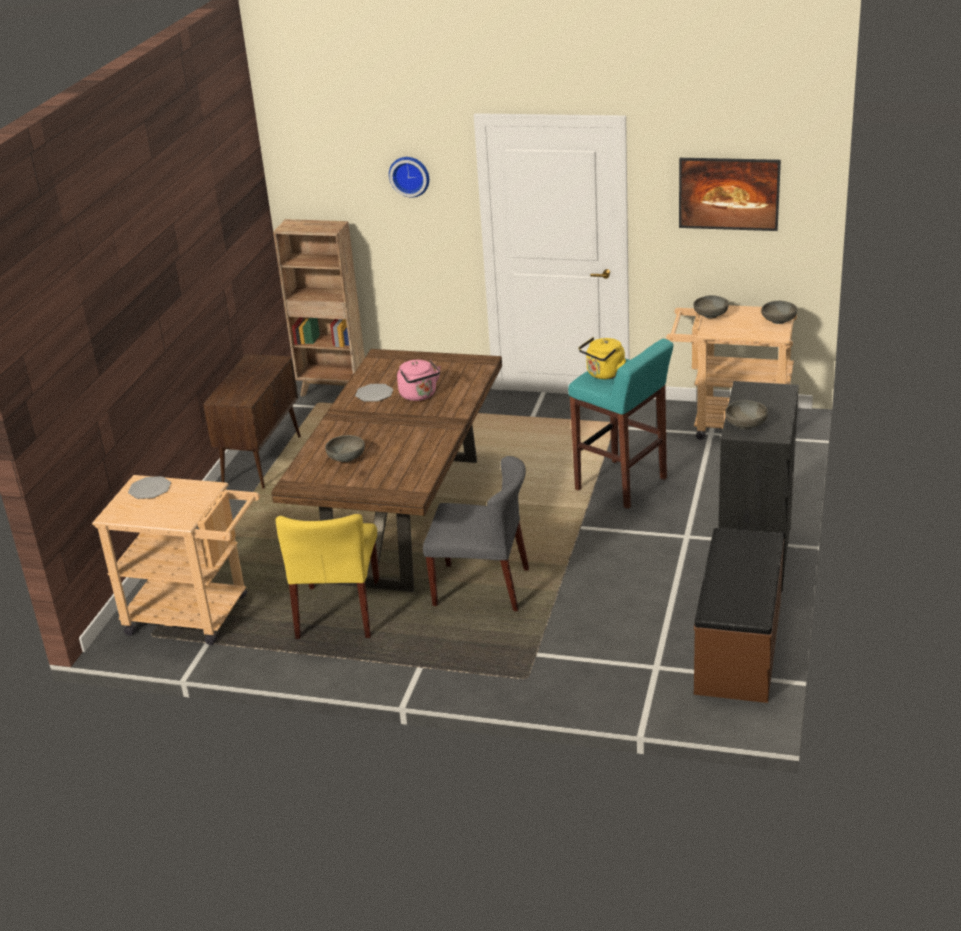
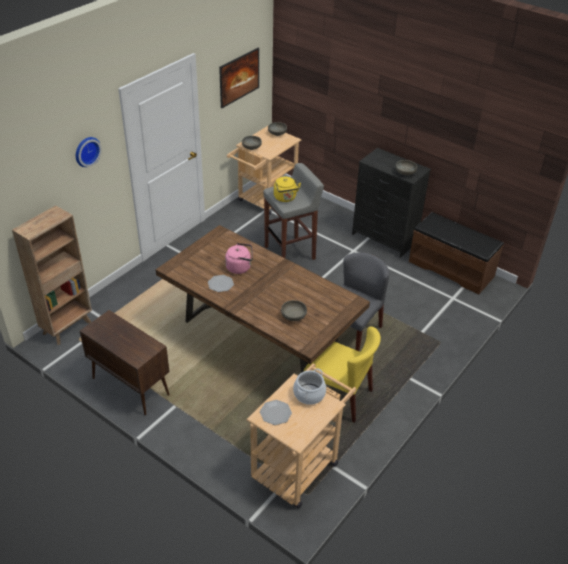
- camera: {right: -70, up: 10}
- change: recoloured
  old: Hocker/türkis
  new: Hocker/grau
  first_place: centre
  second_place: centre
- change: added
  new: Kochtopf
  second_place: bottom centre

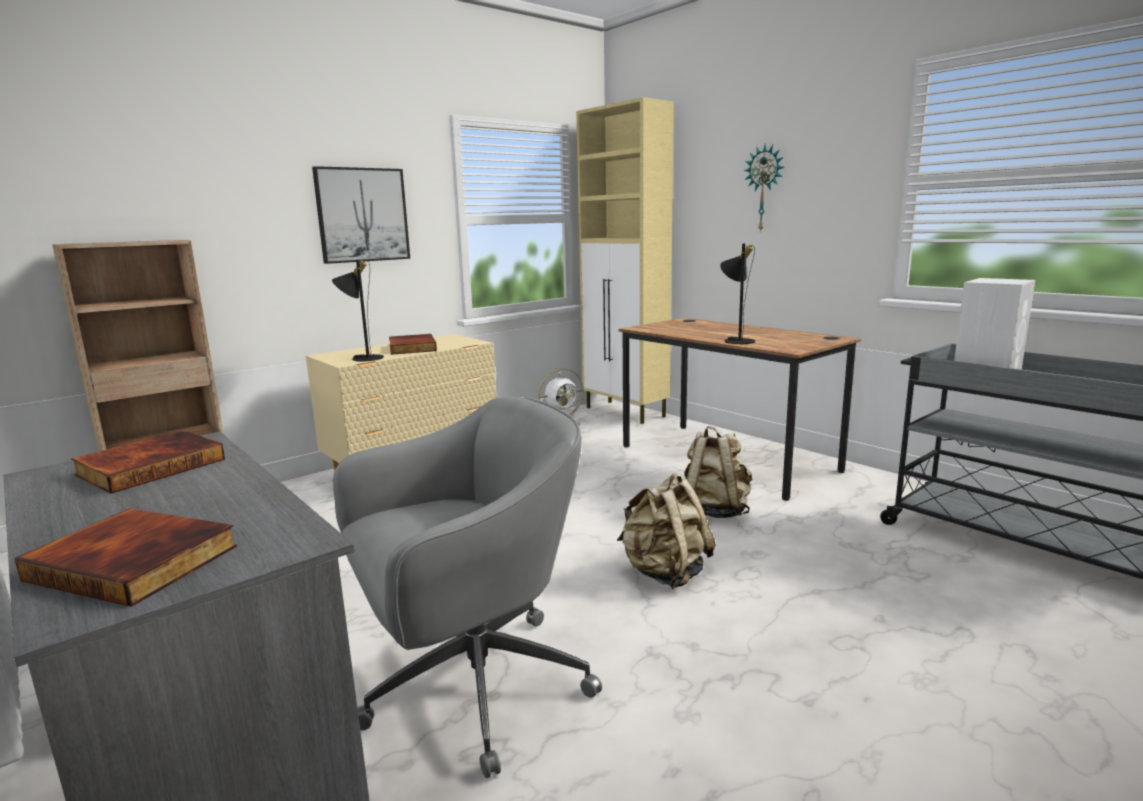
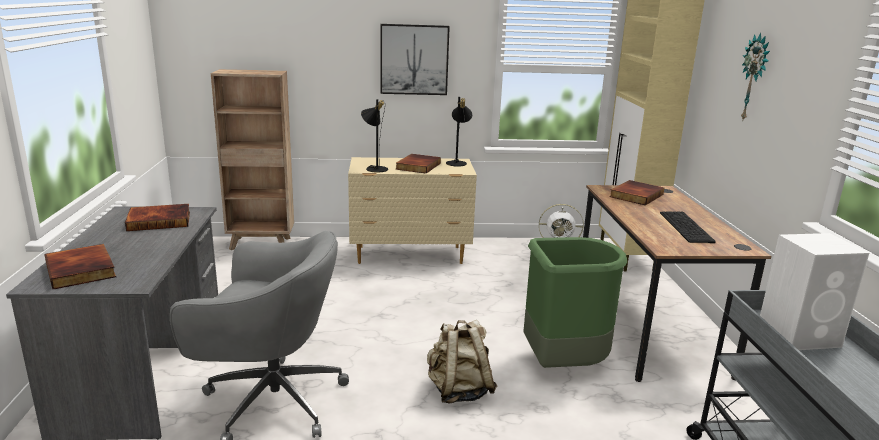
- camera: {right: 35, up: 5}
- change: replaced
  old: Rucksack/beige (2nd from left)
  new: Mülleimer/grün
  first_place: centre
  second_place: bottom centre
- change: moved
  old: Tischlampe/schwarz (2nd from left)
  first_place: centre
  second_place: top centre
- change: added
  new: Buch (4th from left)
  second_place: middle right
- change: added
  new: Tastatur
  second_place: middle right

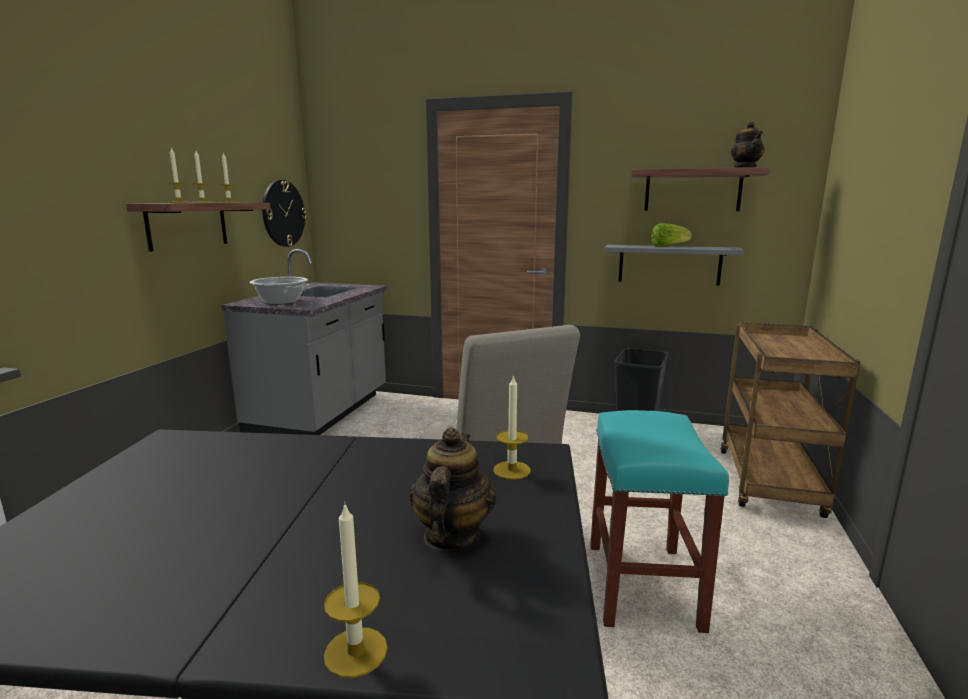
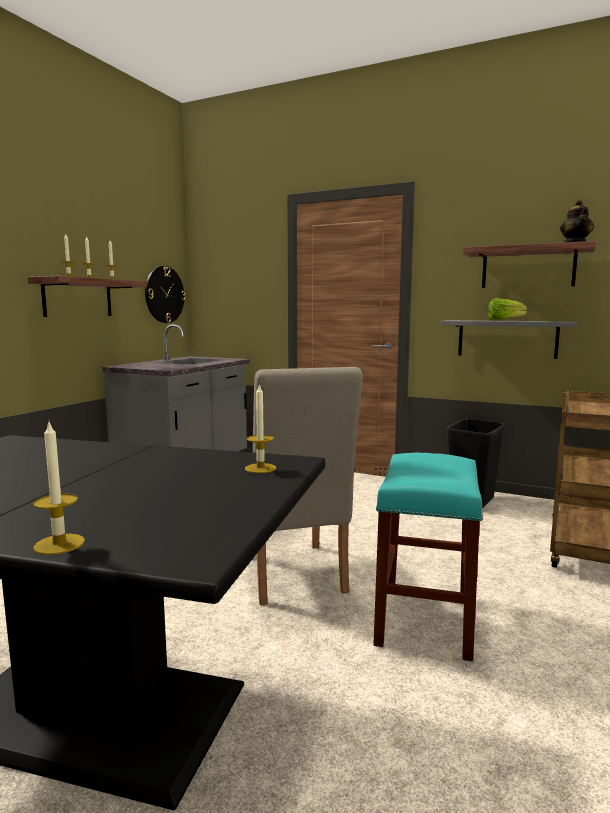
- camera: {right: 10, up: -5}
- change: removed
  old: Kochtopf
  first_place: middle left
- change: removed
  old: Teekanne (1st from left)
  first_place: bottom centre

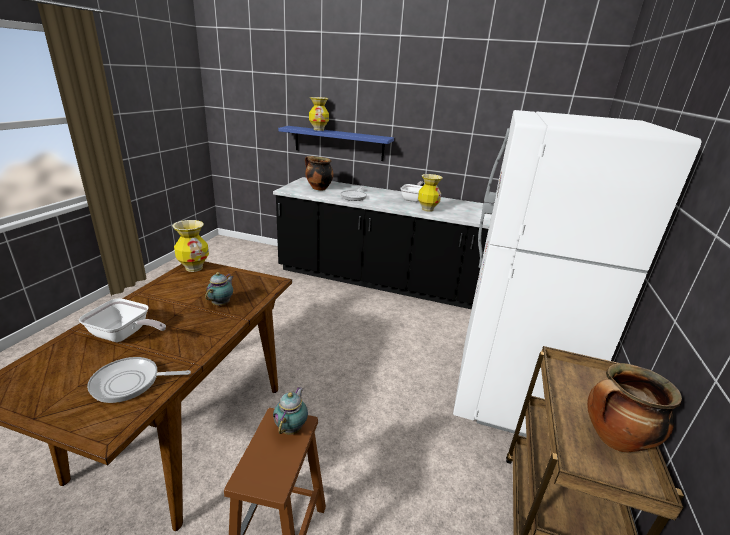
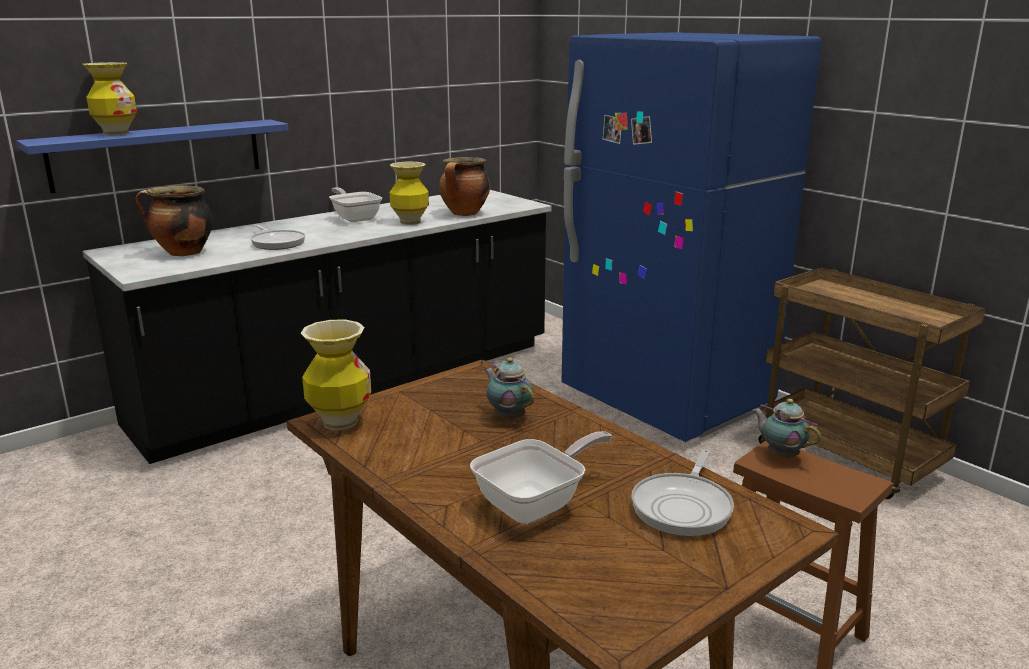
- camera: {right: -55, up: -5}
- change: recoloured
  old: Kühlschrank/weiß
  new: Kühlschrank/blau
  first_place: middle right
  second_place: middle right
- change: moved
  old: Kochtopf (2nd from left)
  first_place: bottom right
  second_place: top centre

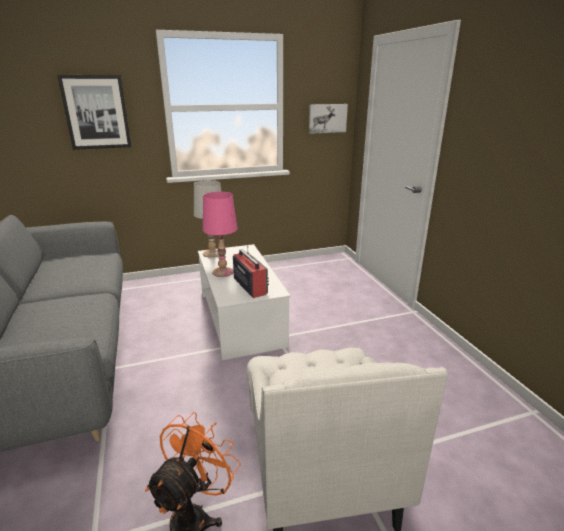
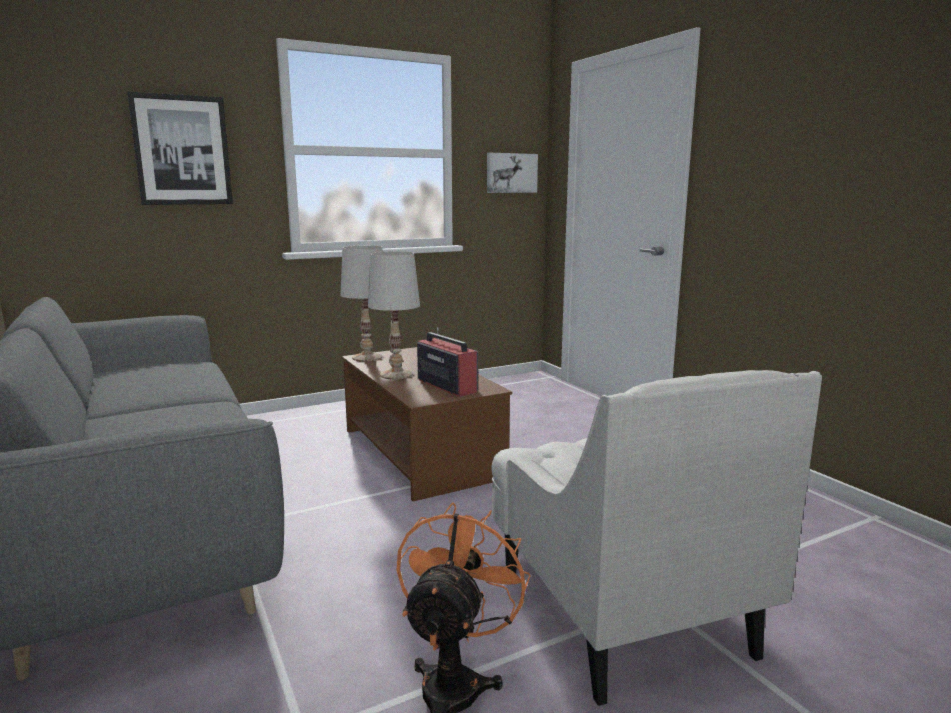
- camera: {right: -10, up: -10}
- change: recoloured
  old: Couchtisch/weiß
  new: Couchtisch/braun
  first_place: centre
  second_place: centre
- change: recoloured
  old: Tischlampe/rosa
  new: Tischlampe/weiß (2nd from left)
  first_place: centre
  second_place: centre

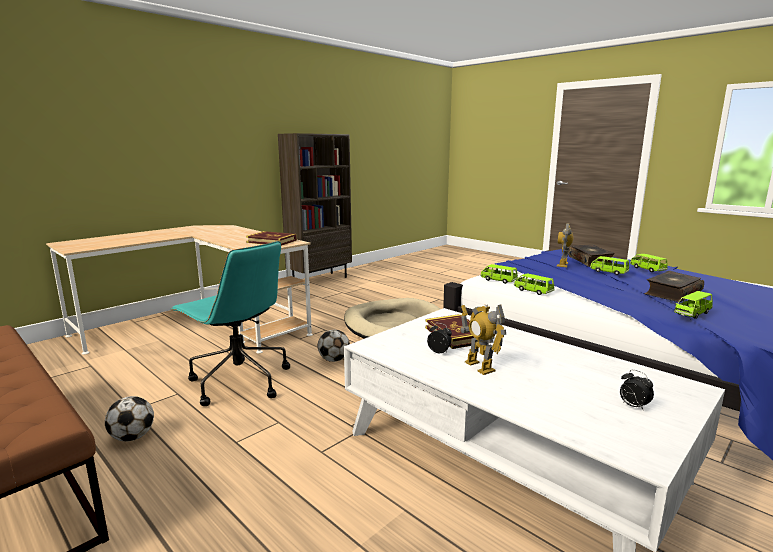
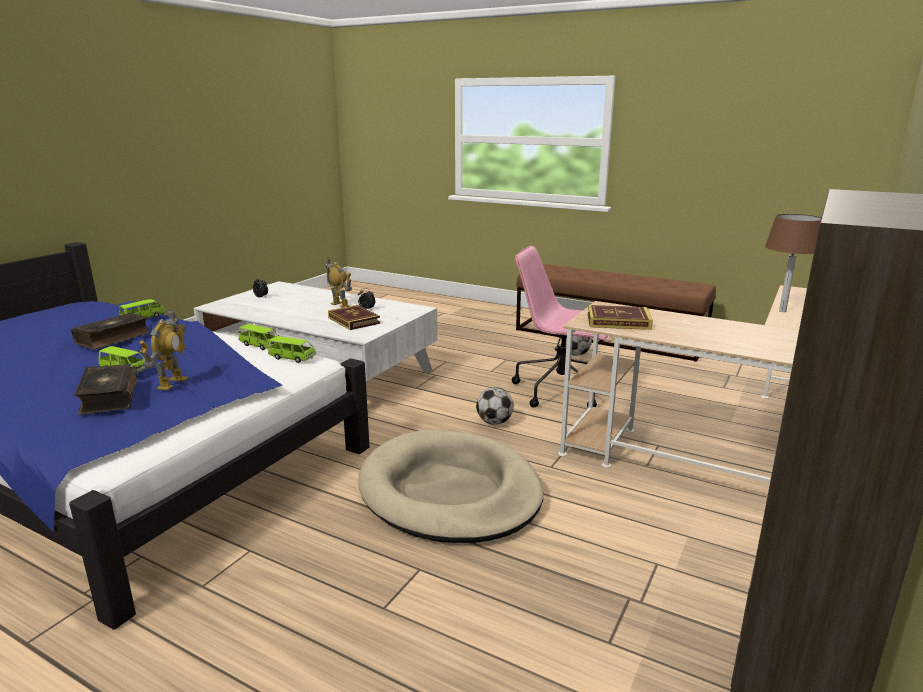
- camera: {right: 165, up: 5}
- change: recoloured
  old: Bürostuhl/türkis
  new: Bürostuhl/rosa
  first_place: middle left
  second_place: centre
- change: removed
  old: Spielzeugauto/grün (4th from left)
  first_place: middle right
- change: added
  new: Tischlampe/braun
  second_place: middle right

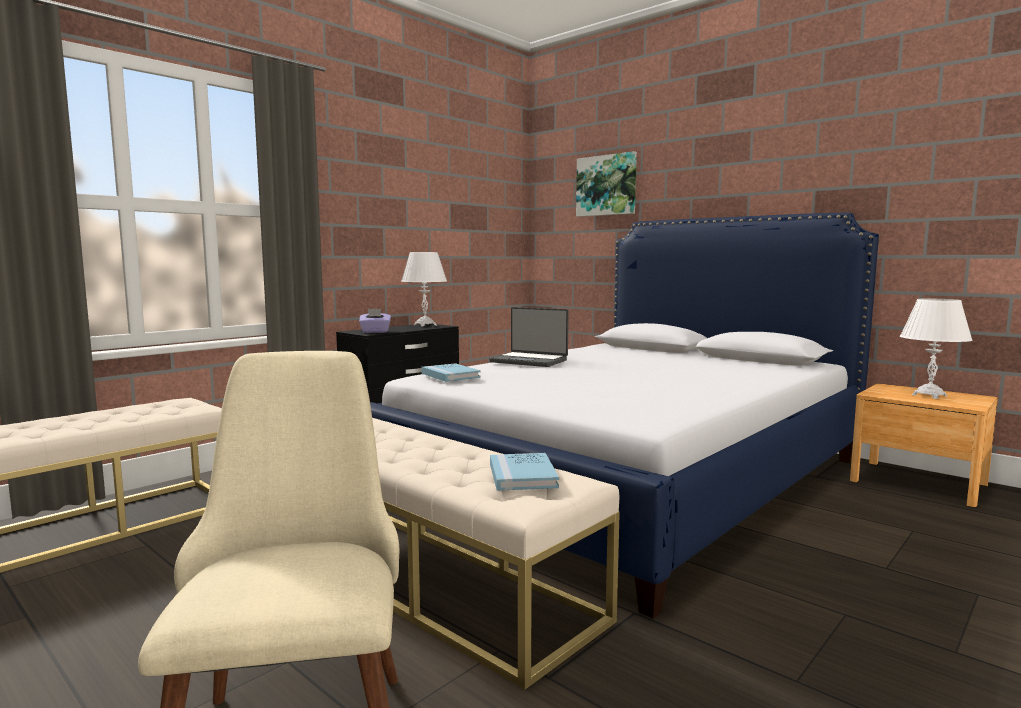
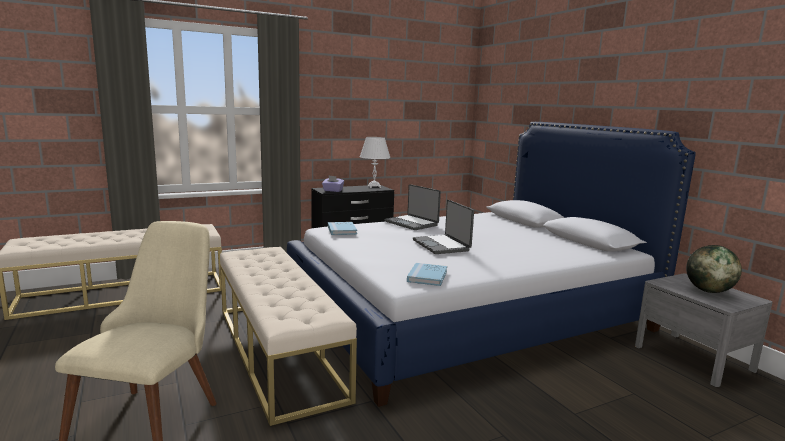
- camera: {right: 20, up: 5}
- change: moved
  old: Buch/blau (2nd from left)
  first_place: bottom centre
  second_place: centre
- change: removed
  old: Bild
  first_place: top centre
- change: recoloured
  old: Nachttisch/braun
  new: Nachttisch/grau
  first_place: middle right
  second_place: bottom right
- change: replaced
  old: Tischlampe/weiß (2nd from left)
  new: Globus
  first_place: middle right
  second_place: middle right
- change: added
  new: Laptop (2nd from left)
  second_place: centre

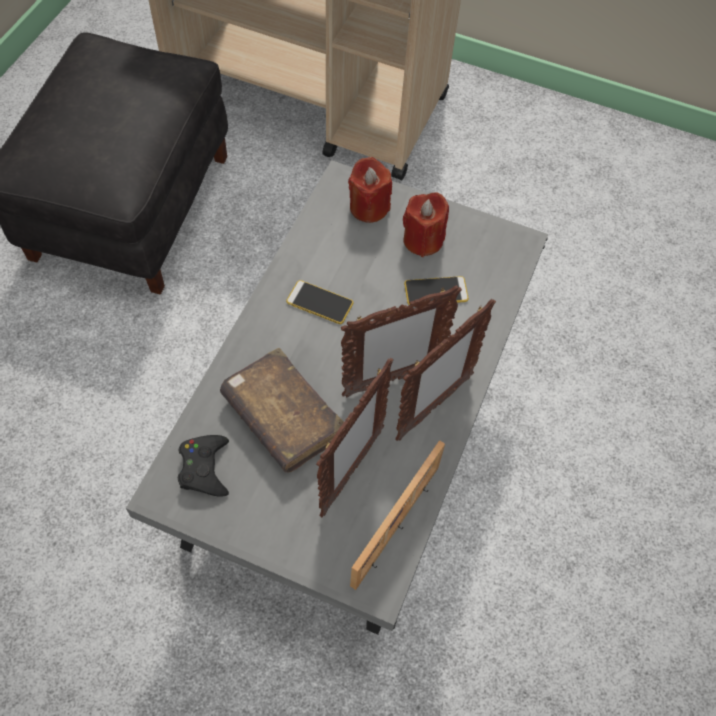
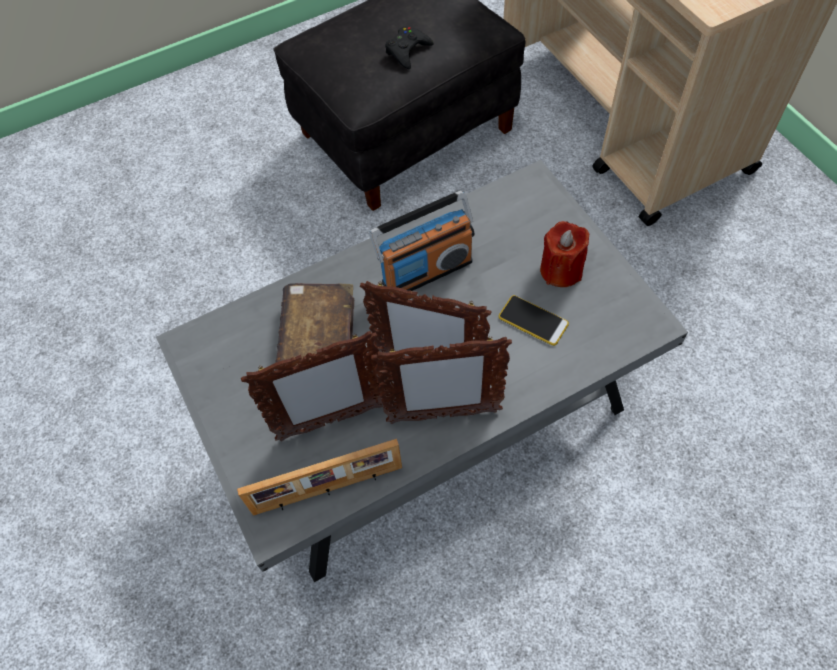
- camera: {right: 45, up: 0}
- change: moved
  old: Gamepad/schwarz
  first_place: middle left
  second_place: top centre
- change: replaced
  old: Handy (1st from left)
  new: Radio
  first_place: centre
  second_place: centre
- change: removed
  old: Kerze/rot (1st from left)
  first_place: top centre

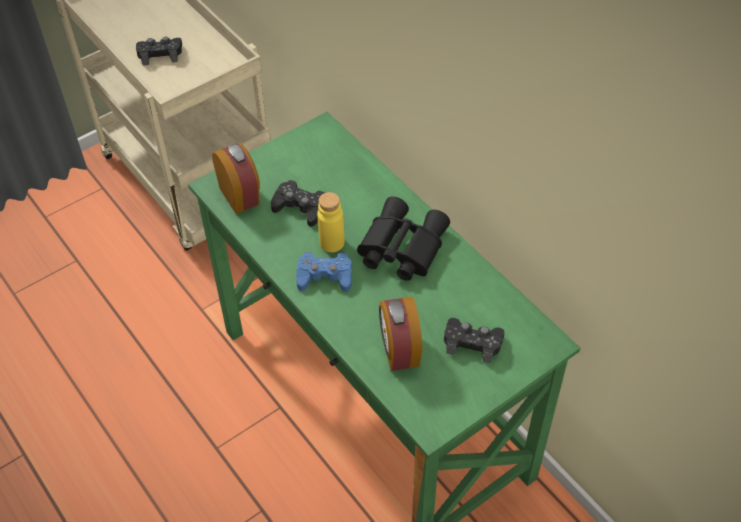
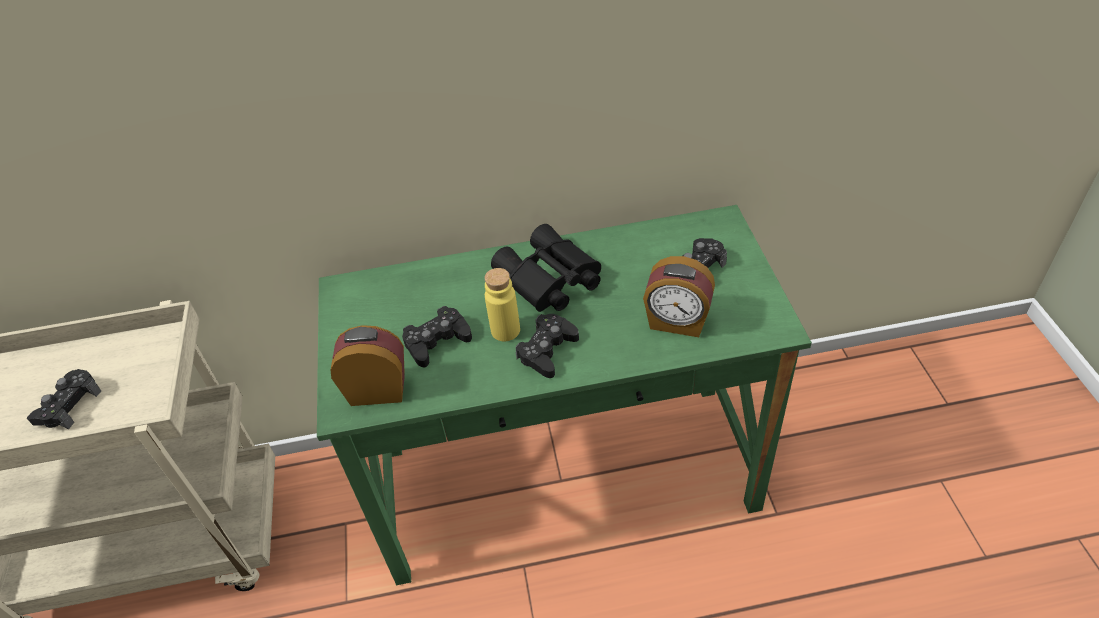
- camera: {right: -60, up: -5}
- change: recoloured
  old: Gamepad/blau
  new: Gamepad/schwarz (3rd from left)
  first_place: centre
  second_place: centre

